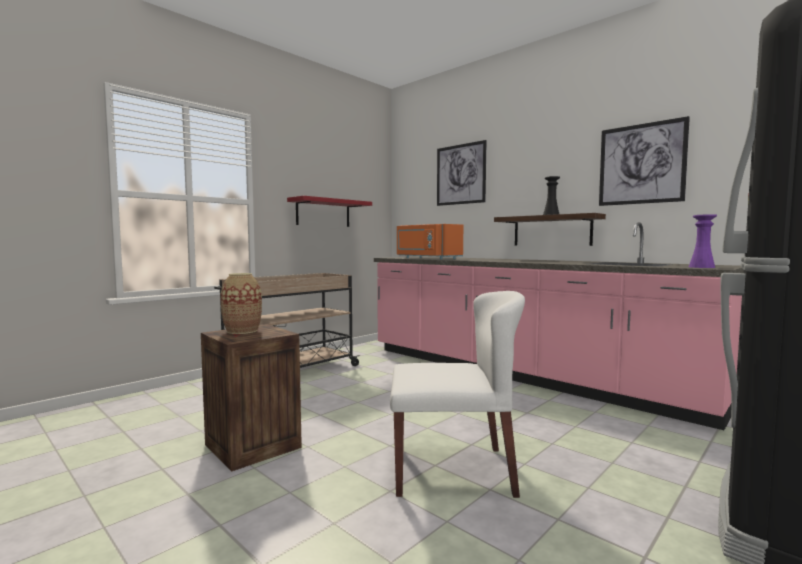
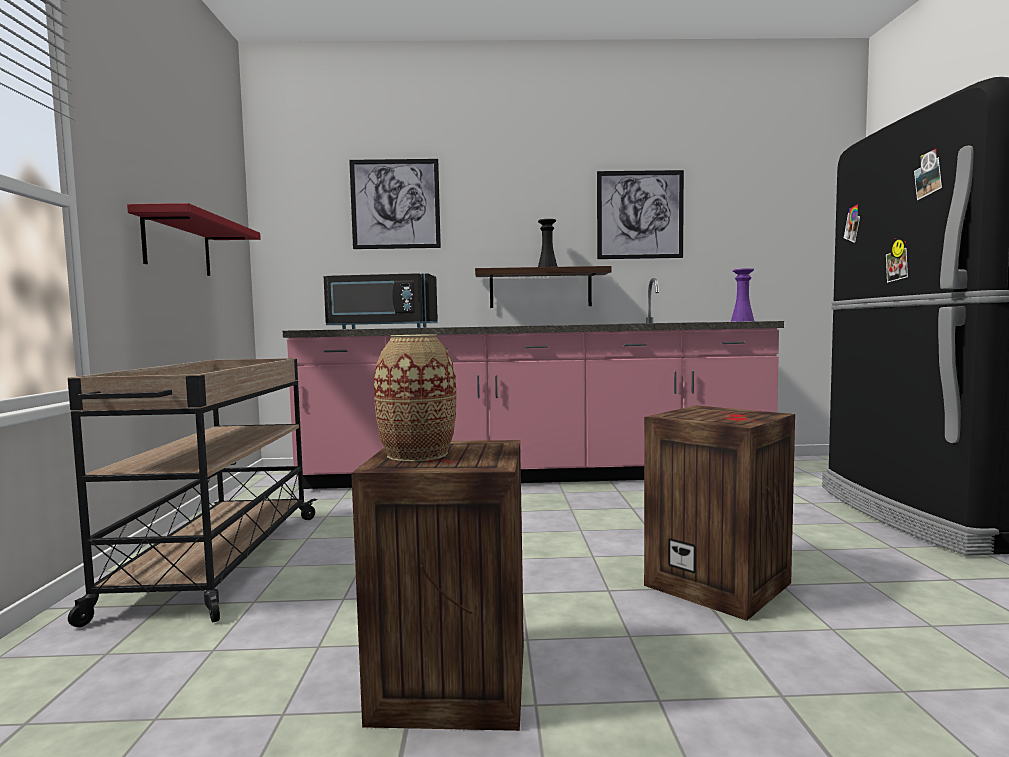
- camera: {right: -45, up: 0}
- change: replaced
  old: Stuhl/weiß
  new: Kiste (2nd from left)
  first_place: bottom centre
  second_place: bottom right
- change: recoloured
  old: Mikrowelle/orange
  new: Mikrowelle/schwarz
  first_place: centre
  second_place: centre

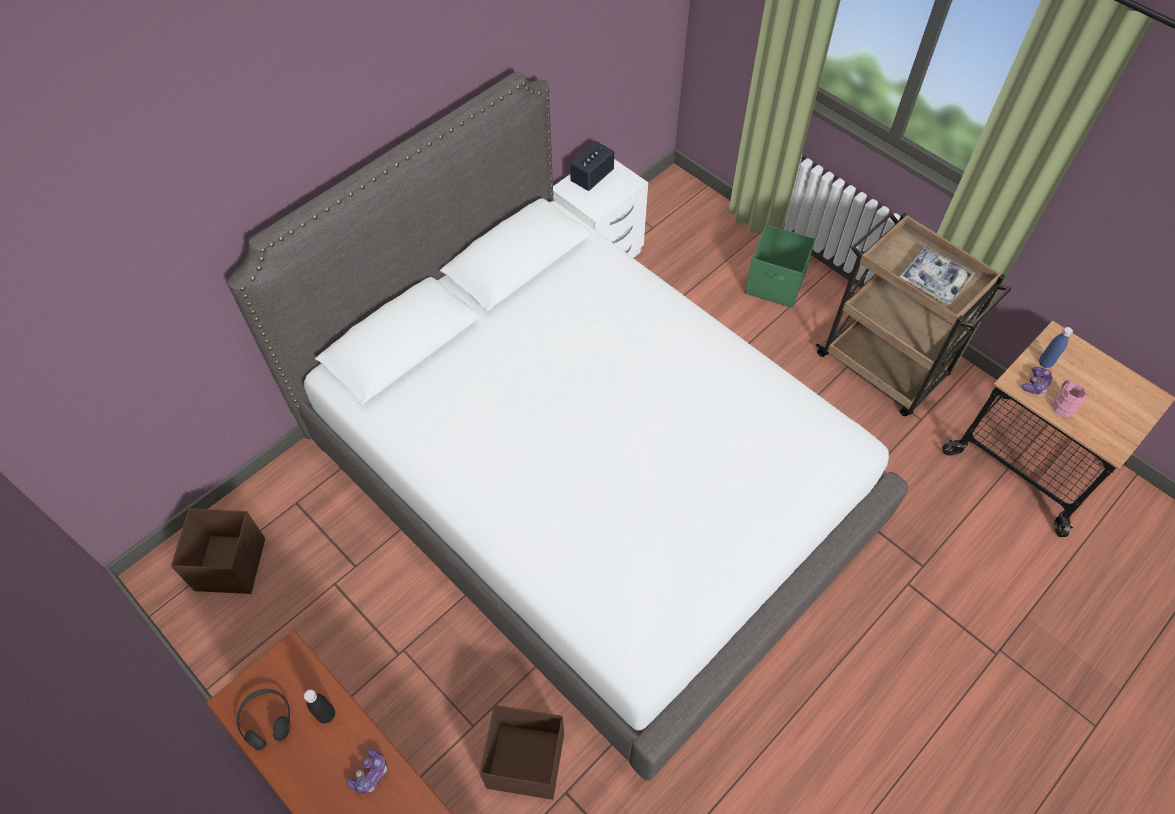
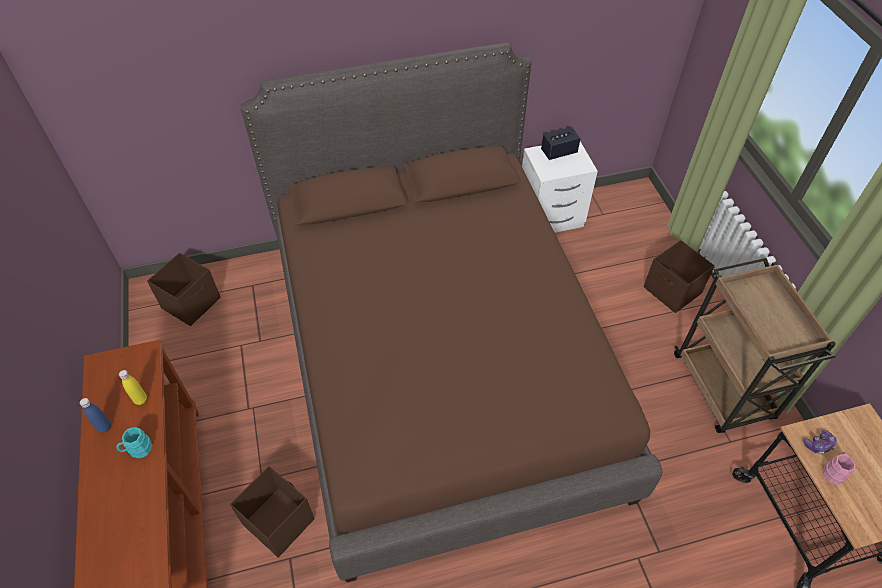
- camera: {right: 30, up: -5}
- change: recoloured
  old: Bett/weiß
  new: Bett/braun
  first_place: centre
  second_place: centre
- change: removed
  old: Kopfhörer/schwarz
  first_place: bottom left
- change: recoloured
  old: Flasche/schwarz
  new: Flasche/gelb
  first_place: bottom left
  second_place: middle left
- change: replaced
  old: Gamepad (1st from left)
  new: Henkelbecher/türkis
  first_place: bottom left
  second_place: bottom left
- change: recoloured
  old: Aufbewahrungsbox/grün
  new: Aufbewahrungsbox/braun (3rd from left)
  first_place: top centre
  second_place: middle right
- change: removed
  old: Tablett
  first_place: middle right
- change: moved
  old: Flasche/blau
  first_place: middle right
  second_place: bottom left

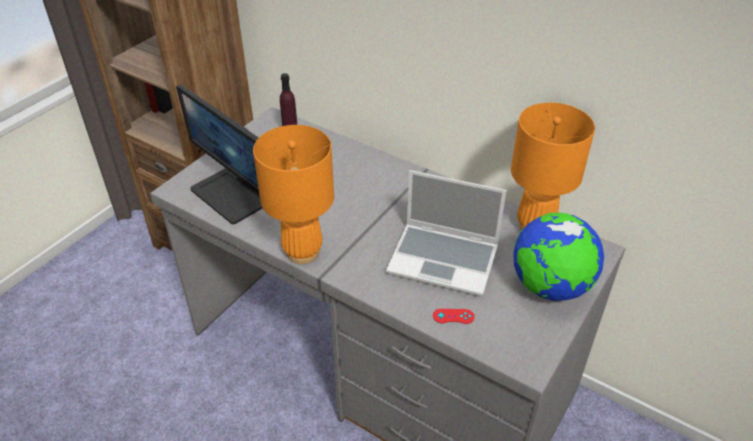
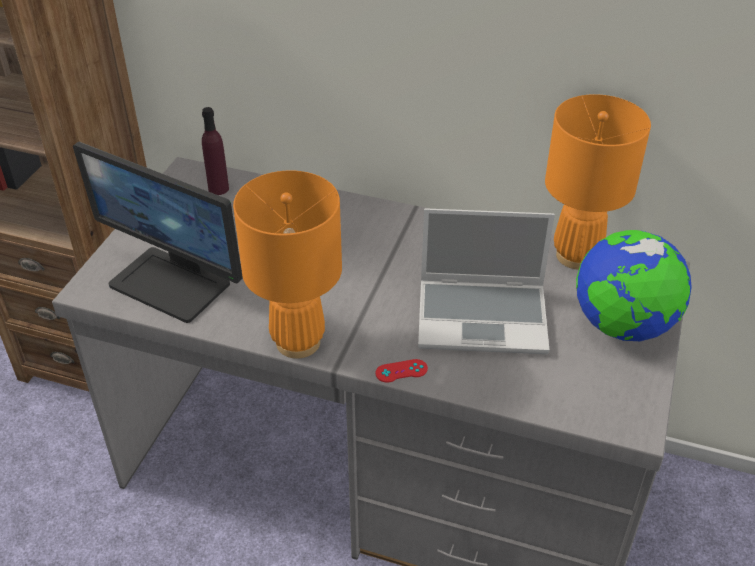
- camera: {right: -15, up: 0}
- change: moved
  old: Gamepad/rot
  first_place: bottom centre
  second_place: centre

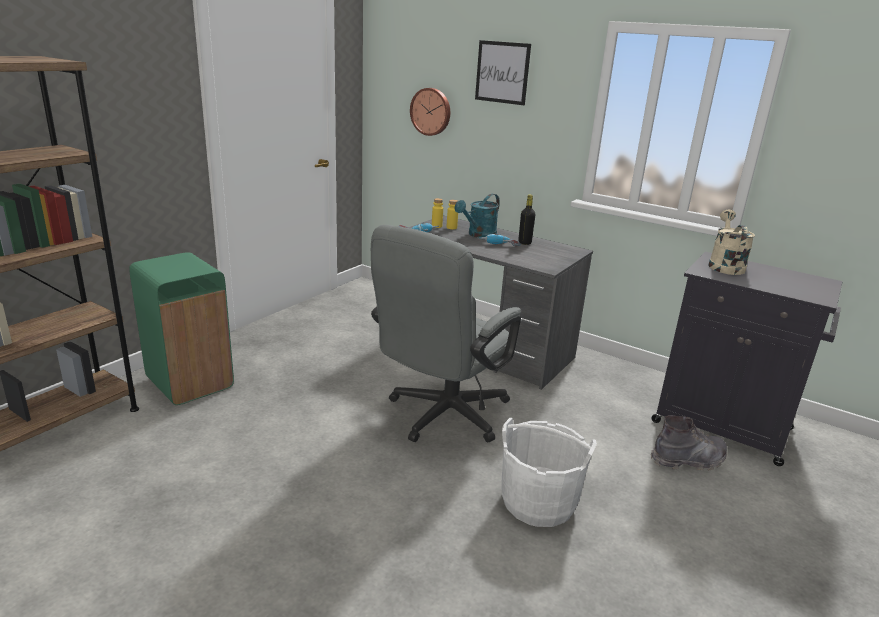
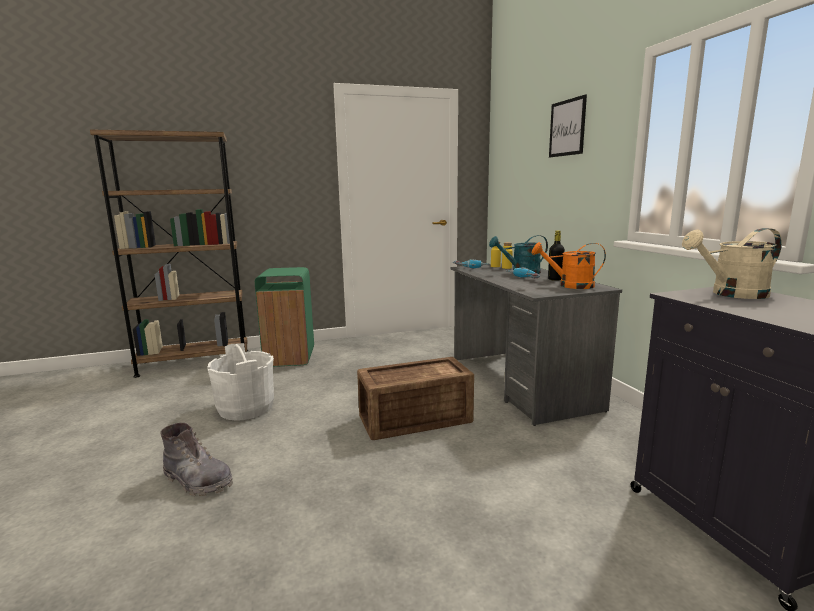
- camera: {right: 40, up: -10}
- change: replaced
  old: Bürostuhl/grau
  new: Kiste
  first_place: centre
  second_place: centre
- change: removed
  old: Wanduhr
  first_place: top centre
- change: moved
  old: Eimer/weiß
  first_place: bottom centre
  second_place: middle left
- change: moved
  old: Stiefel/grau
  first_place: bottom right
  second_place: bottom left
- change: turned
  old: Gießkanne/beige
  first_place: middle right
  second_place: middle right
  degrees: -150
- change: added
  new: Gießkanne/orange
  second_place: middle right

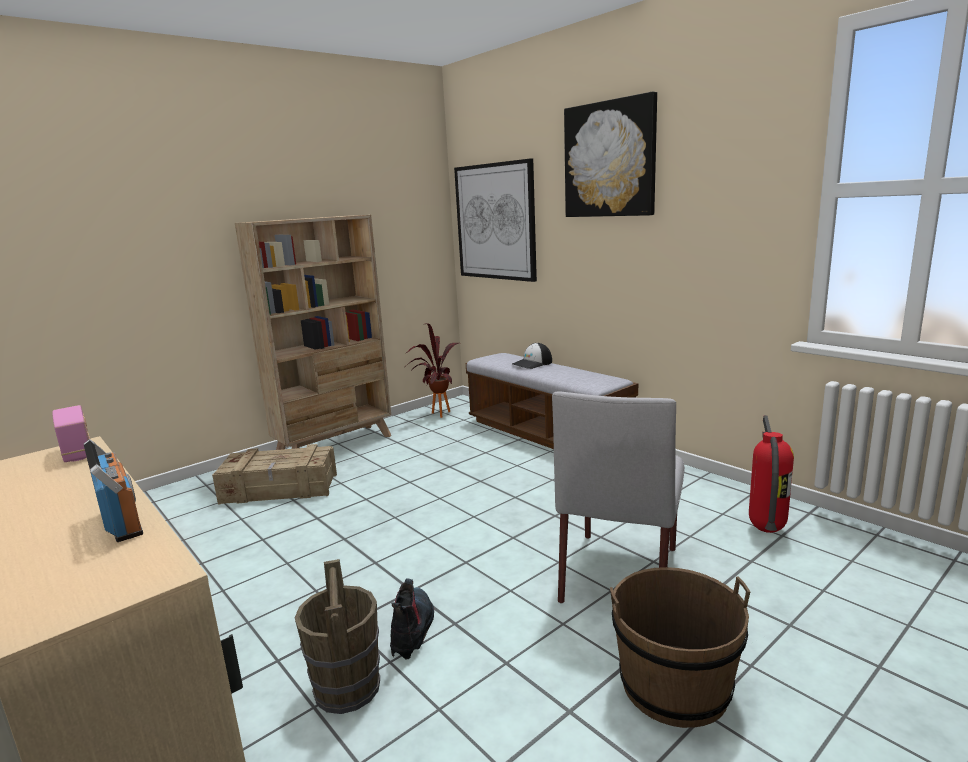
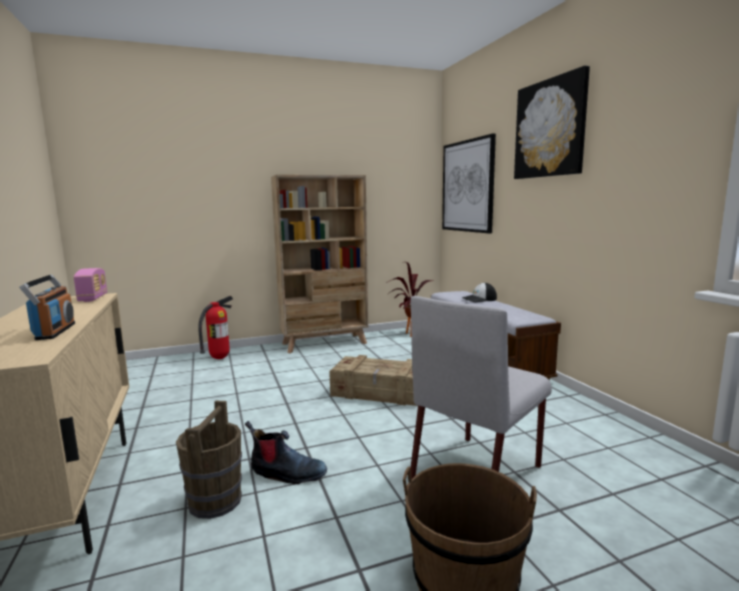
- camera: {right: 20, up: -5}
- change: moved
  old: Kiste
  first_place: middle left
  second_place: centre
- change: turned
  old: Stiefel
  first_place: bottom centre
  second_place: bottom centre
  degrees: 75
- change: moved
  old: Feuerlöscher
  first_place: middle right
  second_place: middle left

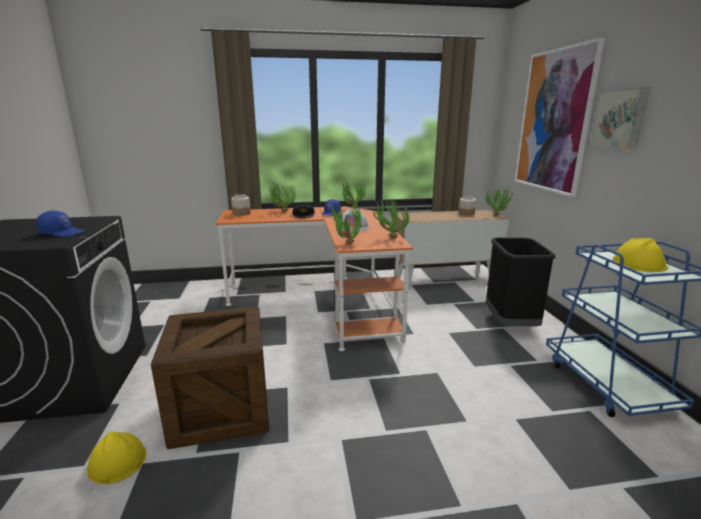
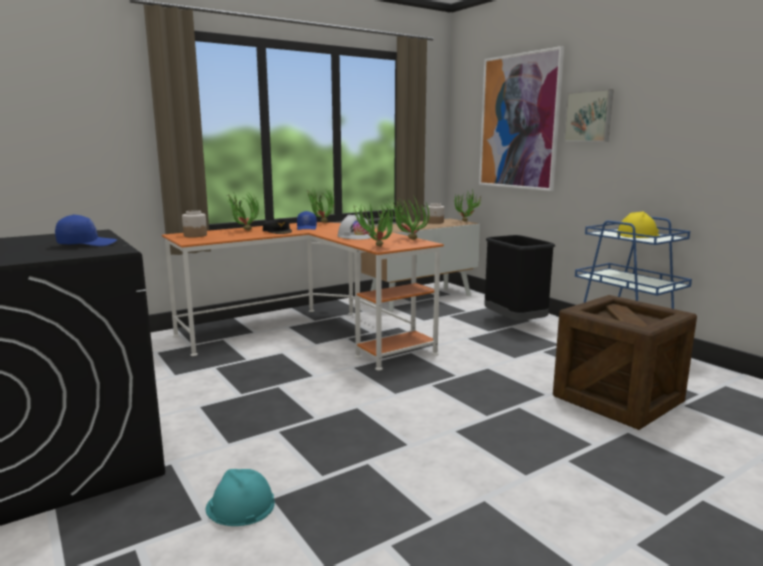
- camera: {right: -25, up: -5}
- change: recoloured
  old: Schutzhelm/gelb (1st from left)
  new: Schutzhelm/türkis
  first_place: bottom left
  second_place: bottom left
- change: moved
  old: Kiste
  first_place: bottom left
  second_place: middle right

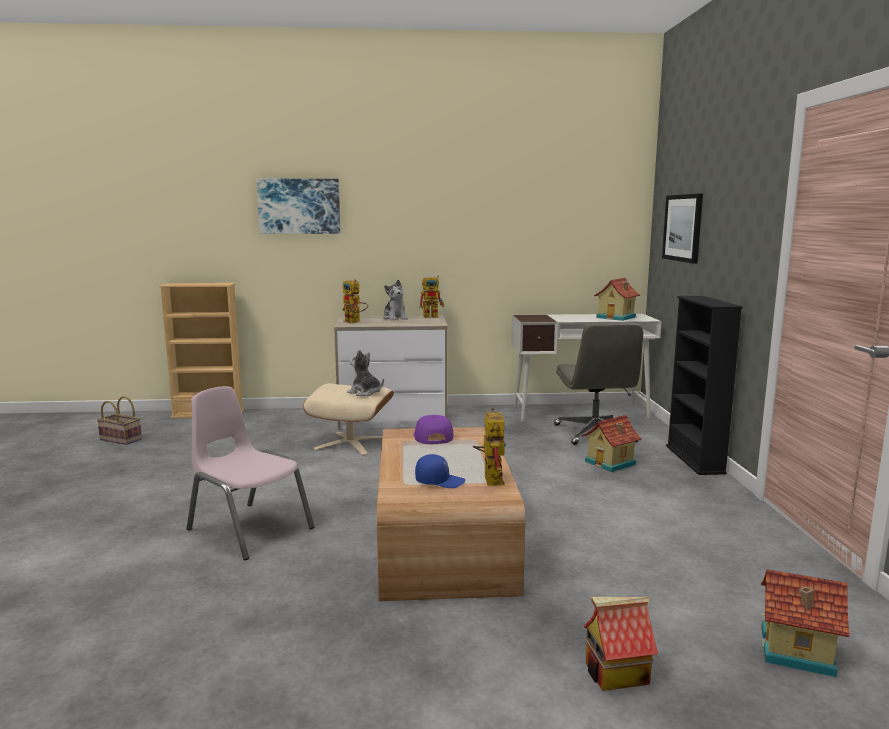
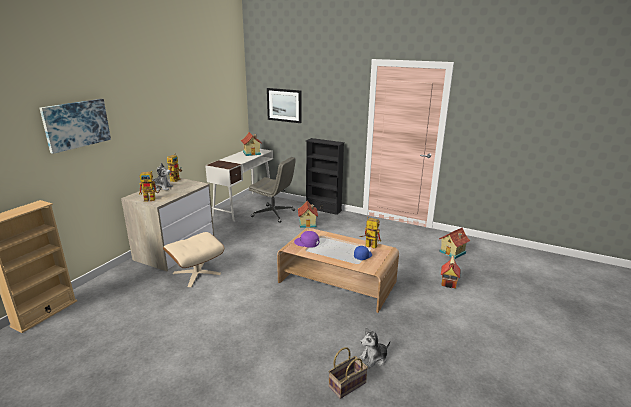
- camera: {right: -60, up: 10}
- change: moved
  old: Korb
  first_place: middle left
  second_place: bottom centre
- change: removed
  old: Stuhl/rosa
  first_place: middle left
- change: moved
  old: Plüschtier (1st from left in the first image)
  new: Plüschtier (2nd from left)
  first_place: centre
  second_place: bottom centre

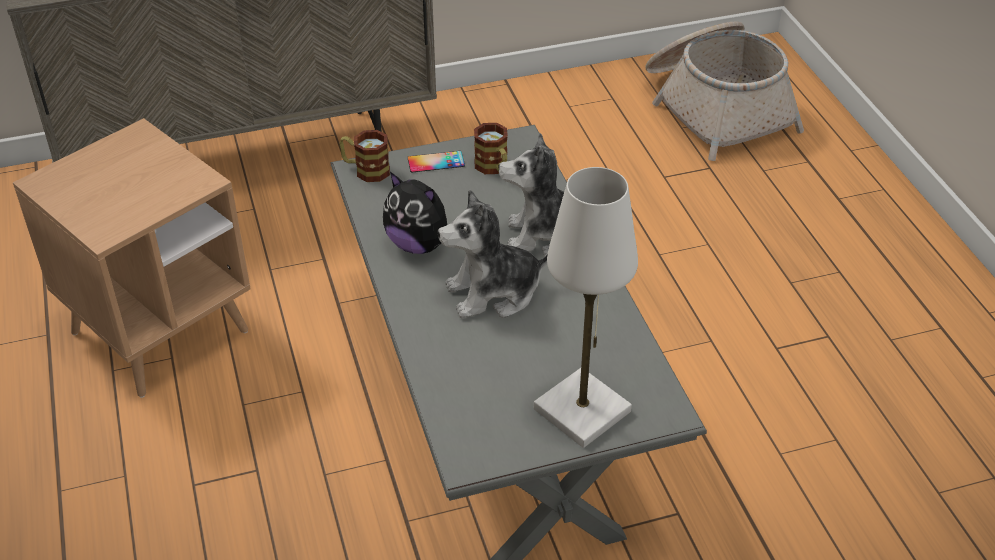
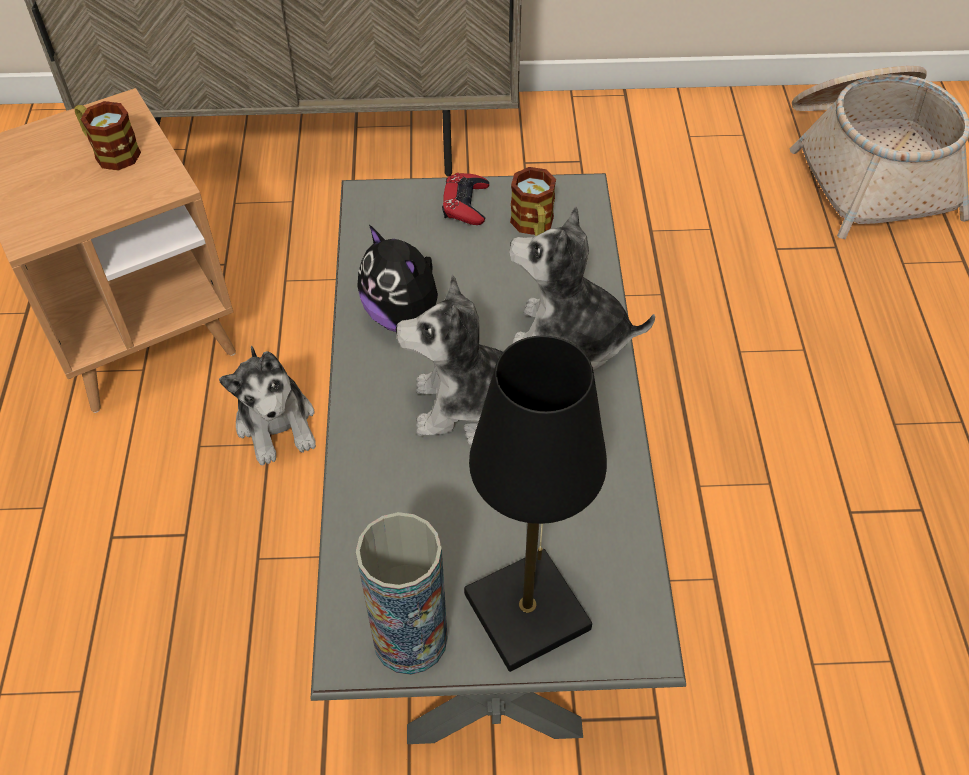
- camera: {right: 15, up: 10}
- change: moved
  old: Henkelbecher (1st from left)
  first_place: top centre
  second_place: top left
- change: replaced
  old: Handy
  new: Gamepad/rot
  first_place: top centre
  second_place: top centre
- change: recoloured
  old: Tischlampe/weiß
  new: Tischlampe/schwarz
  first_place: centre
  second_place: centre
- change: added
  new: Plüschtier (1st from left)
  second_place: middle left
- change: added
  new: Vase
  second_place: bottom centre

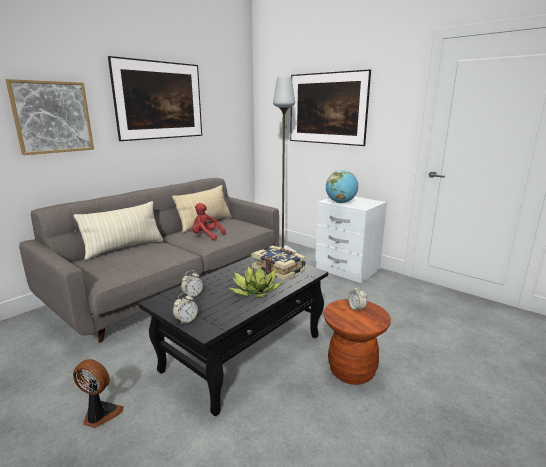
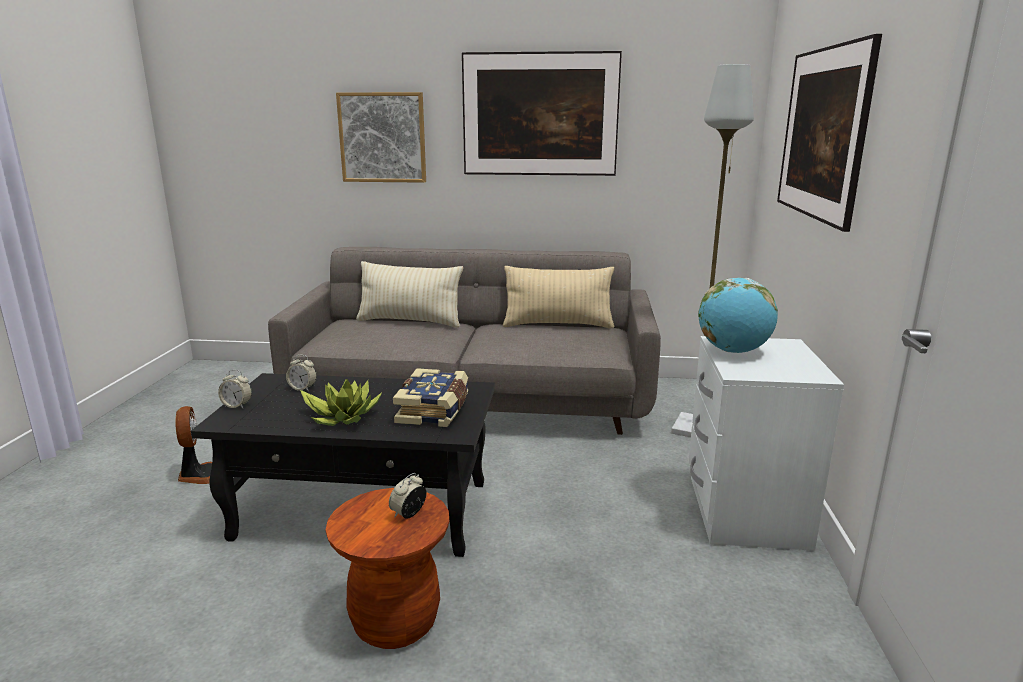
- camera: {right: 55, up: 0}
- change: removed
  old: Plüschtier/rot
  first_place: centre

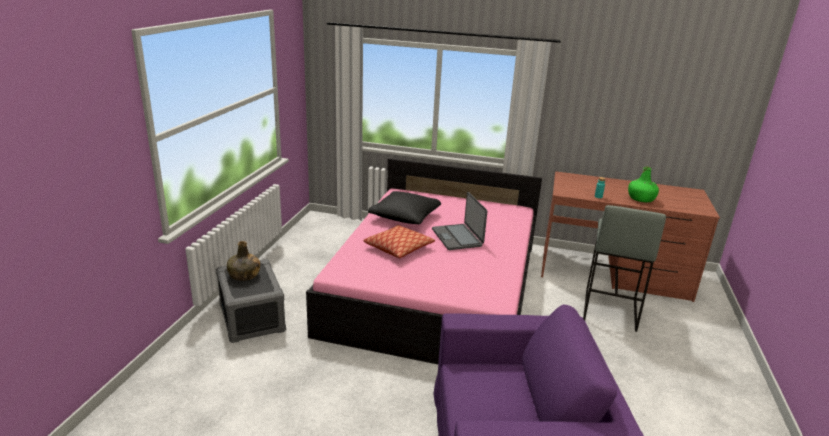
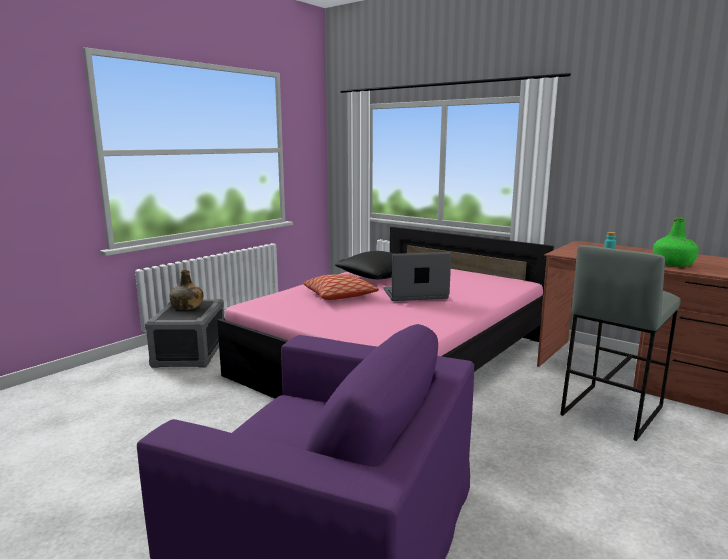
- camera: {right: 25, up: -10}
- change: turned
  old: Laptop
  first_place: centre
  second_place: centre
  degrees: 75

